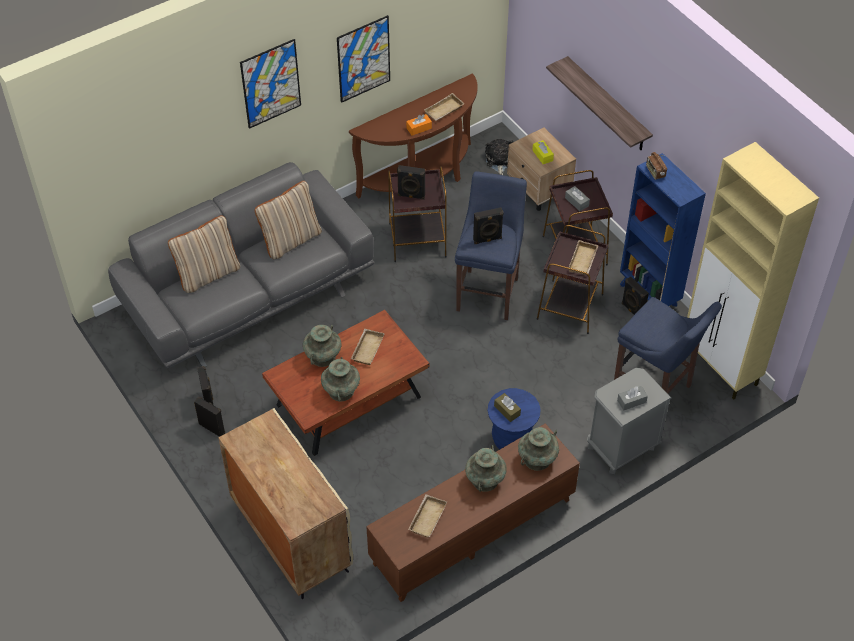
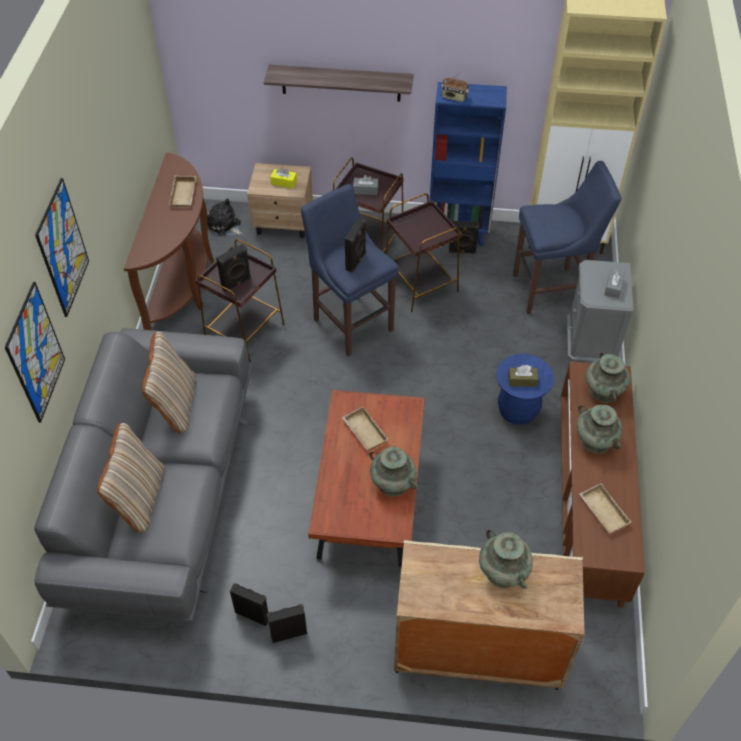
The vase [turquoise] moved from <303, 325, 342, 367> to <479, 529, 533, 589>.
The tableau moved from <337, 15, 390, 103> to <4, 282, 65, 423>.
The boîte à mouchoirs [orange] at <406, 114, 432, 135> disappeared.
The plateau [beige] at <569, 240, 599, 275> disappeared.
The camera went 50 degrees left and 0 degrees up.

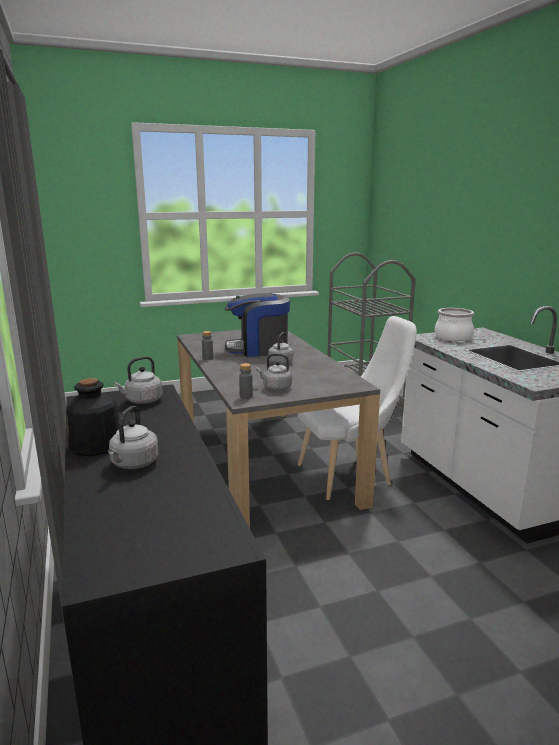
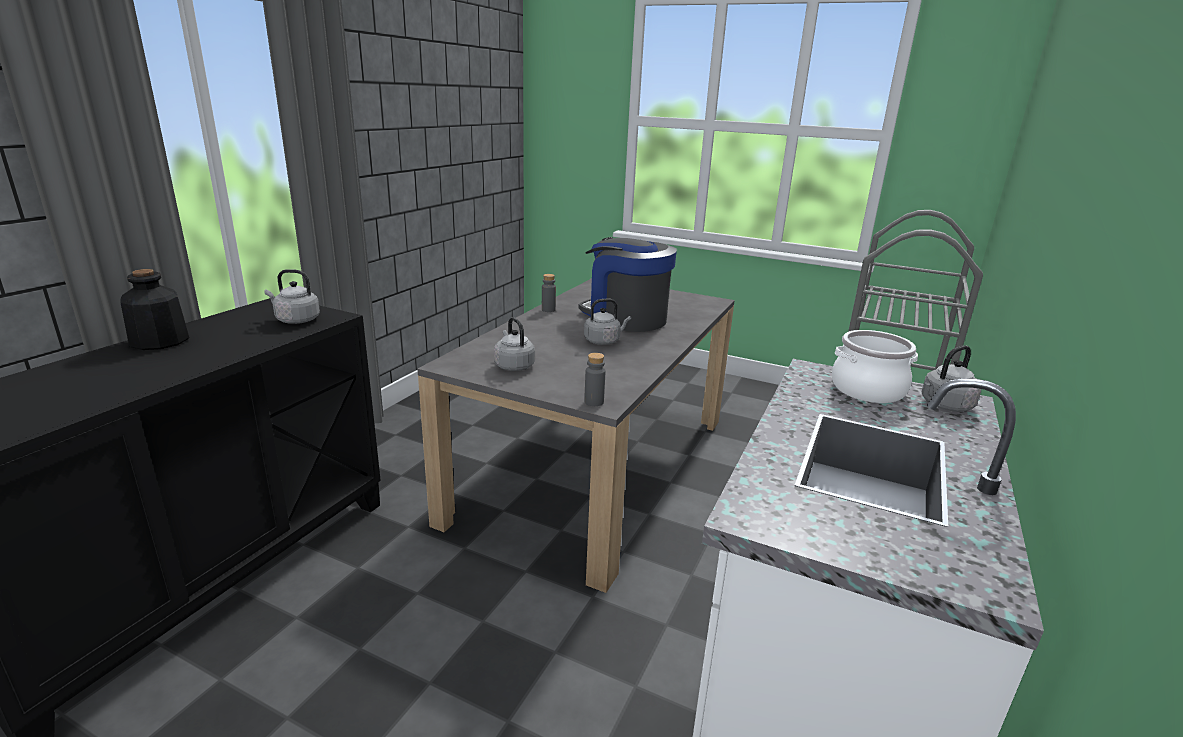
The bouilloire [gris] moved from <108, 405, 159, 469> to <922, 345, 981, 412>.
The bouteille [gris] moved from <239, 363, 253, 399> to <584, 353, 605, 406>.
The chaise [blanc] at <298, 316, 417, 500> disappeared.
The camera went 45 degrees right and 5 degrees up.

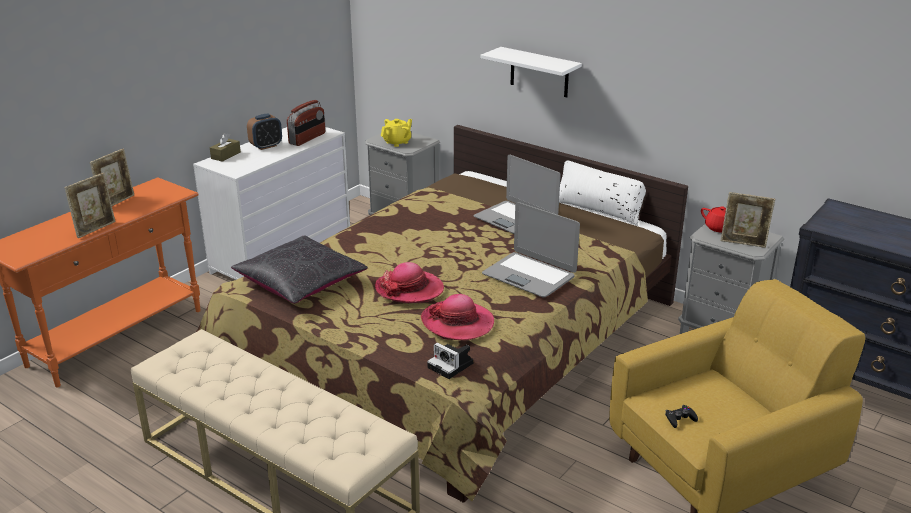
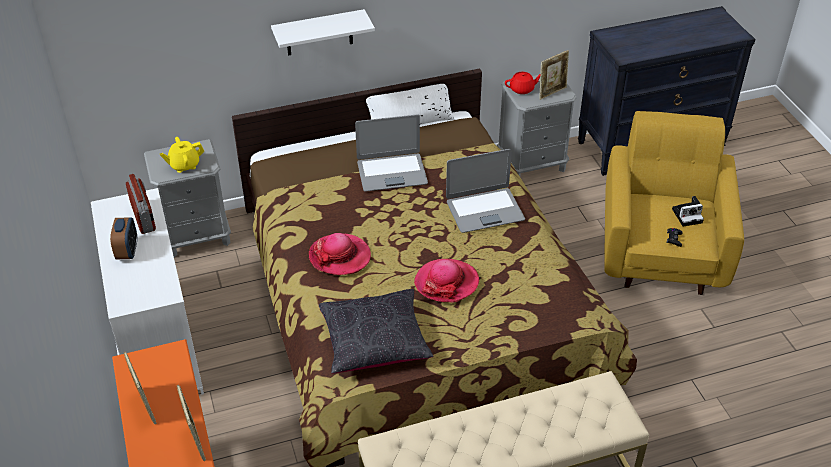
The boîte à mouchoirs [marron] at <210, 133, 241, 162> disappeared.
The théière [jaune] at <381, 119, 412, 147> turned 105 degrees counterclockwise.
The chapeau moved from <421, 294, 494, 340> to <309, 233, 371, 275>.
The appareil photo moved from <427, 342, 474, 379> to <672, 196, 704, 227>.
The camera went 55 degrees left and 15 degrees up.

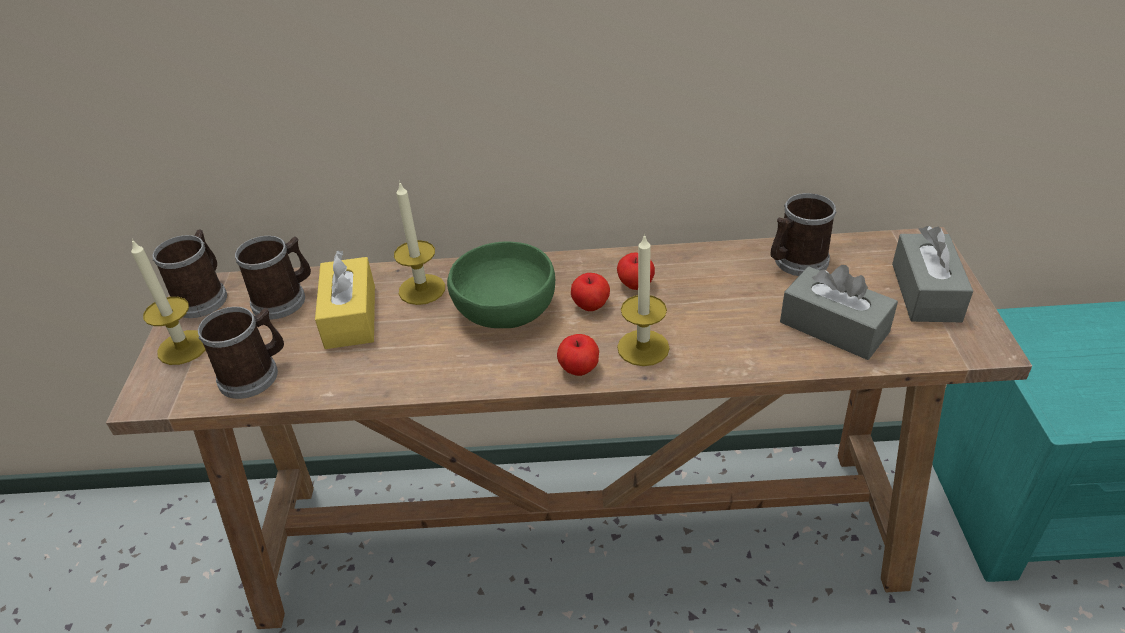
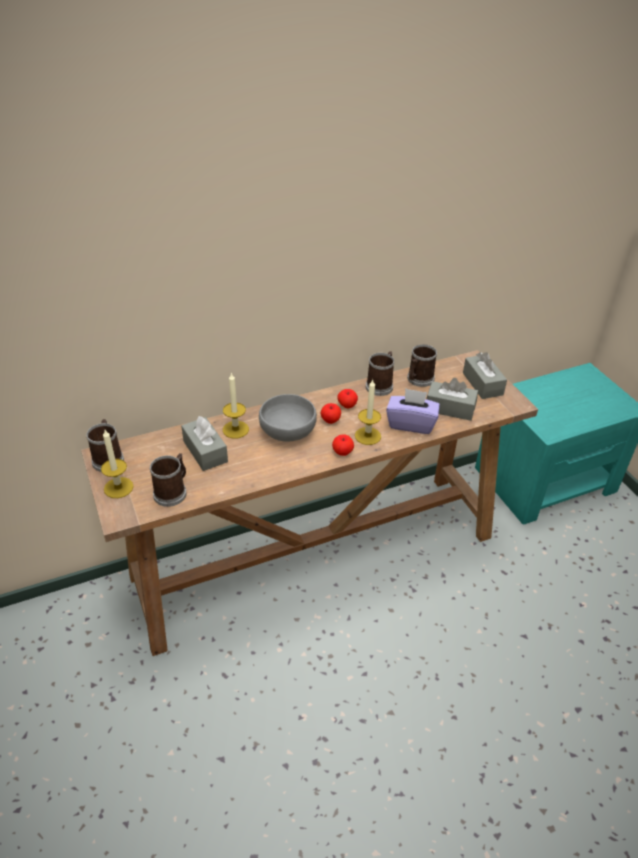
The mug moved from <235, 236, 311, 319> to <366, 351, 394, 396>.
The boîte à mouchoirs [jaune] at <315, 250, 375, 349> became the boîte à mouchoirs [gris] at <181, 416, 228, 471>.
The bol [vert] at <447, 242, 555, 328> became the bol [gris] at <259, 394, 317, 442>.
The boîte à mouchoirs [violet] at <386, 388, 440, 434> appeared.
The camera went 25 degrees left and 0 degrees up.

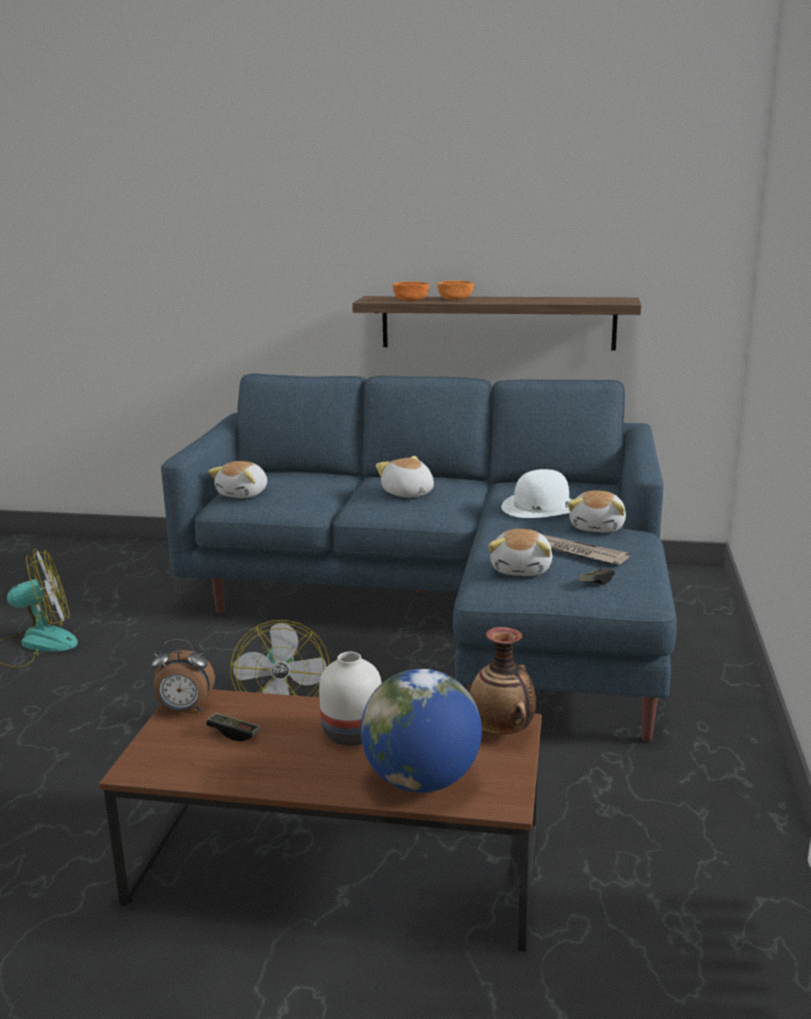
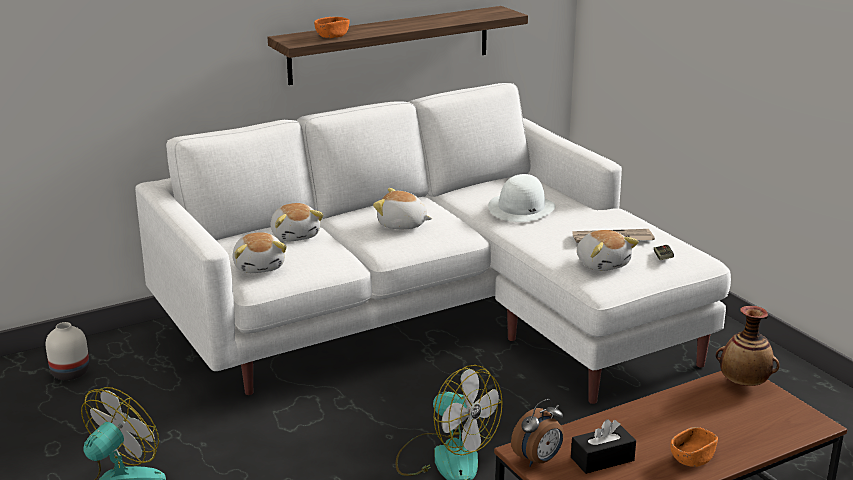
The canapé [bleu] at <161, 374, 677, 741> became the canapé [blanc] at <135, 83, 731, 404>.
The manette at <206, 713, 261, 742> was replaced by the boîte à mouchoirs [noir] at <571, 419, 636, 474>.
The vase [blanc] moved from <319, 652, 382, 746> to <45, 322, 89, 380>.
The globe at <361, 669, 482, 793> disappeared.
The bol [orange] moved from <437, 280, 474, 300> to <671, 427, 718, 467>.
The peluche moved from <568, 490, 626, 533> to <270, 203, 323, 241>.
The camera went 40 degrees left and 5 degrees up.

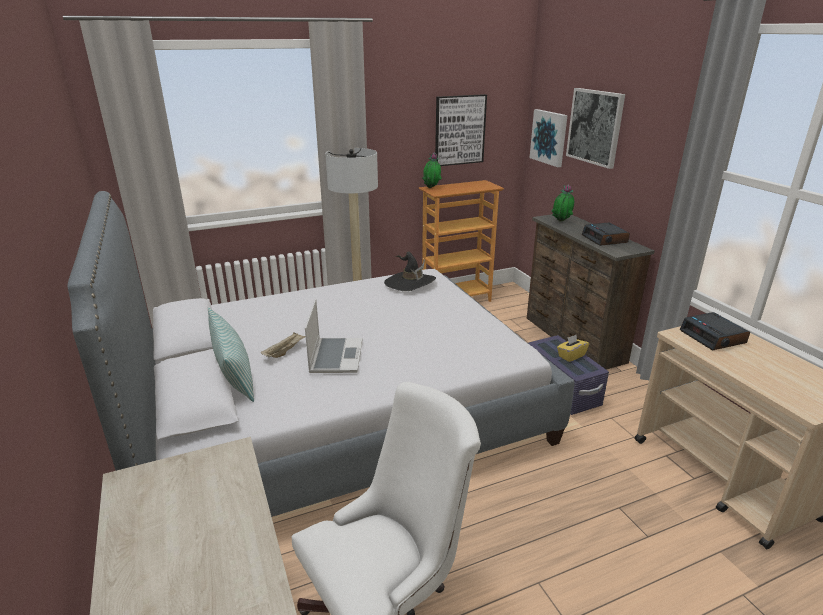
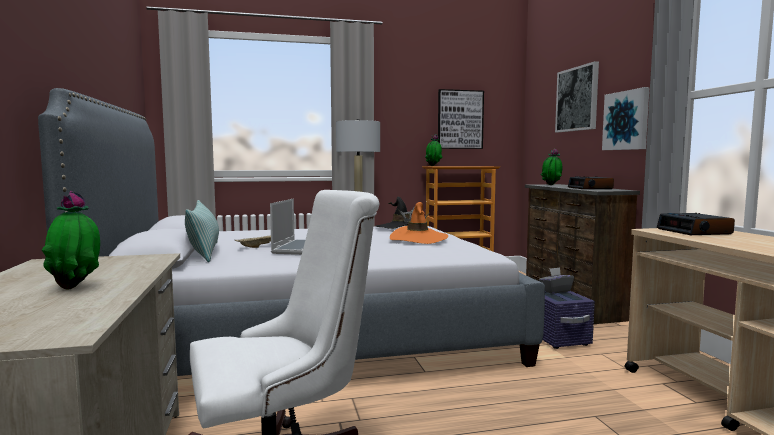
The tableau moved from <530, 109, 568, 167> to <602, 87, 650, 150>.
The boîte à mouchoirs [jaune] at <557, 334, 589, 362> became the boîte à mouchoirs [gris] at <539, 267, 574, 294>.
The plante en pot at <42, 191, 100, 289> appeared.
The chapeau [orange] at <390, 202, 448, 244> appeared.
The camera went 10 degrees right and 20 degrees down.

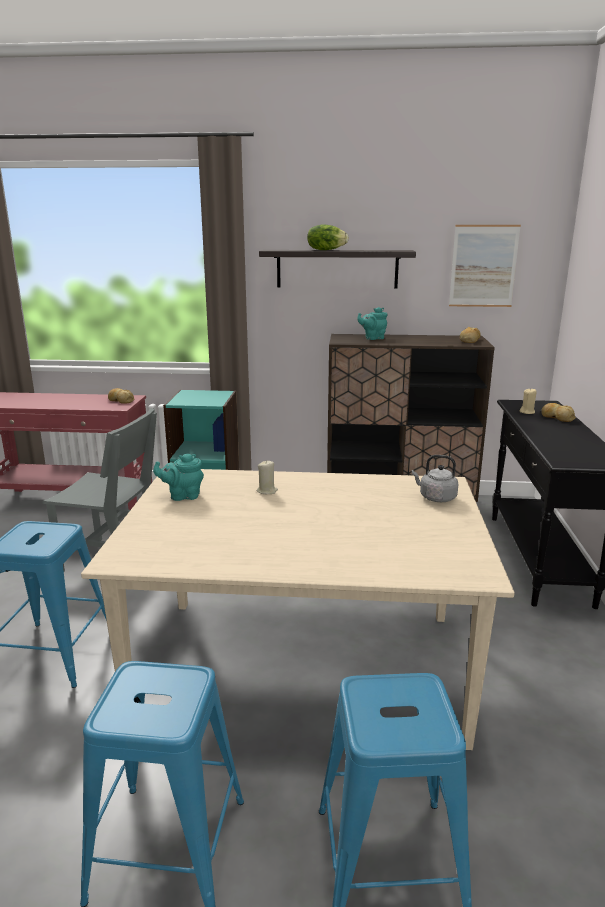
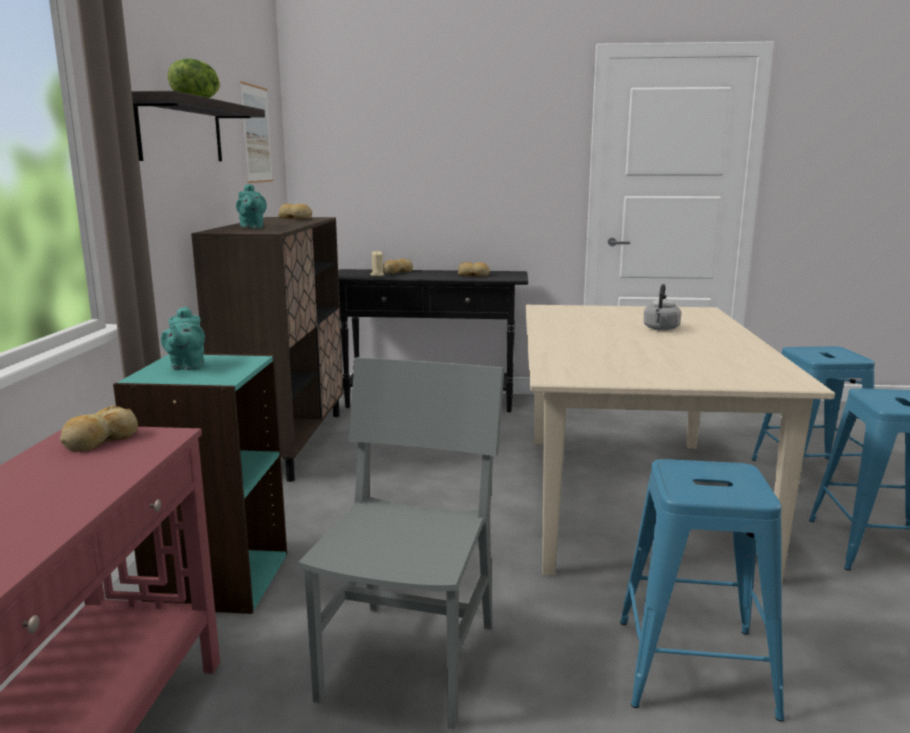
The théière [turquoise] moved from <153, 454, 204, 501> to <161, 306, 205, 370>.
The bougie [beige] at <257, 460, 278, 494> disappeared.
The bouilloire [gris] moved from <412, 455, 458, 502> to <643, 284, 681, 331>.
The pain at <458, 262, 490, 277> appeared.
The camera went 90 degrees left and 5 degrees down.

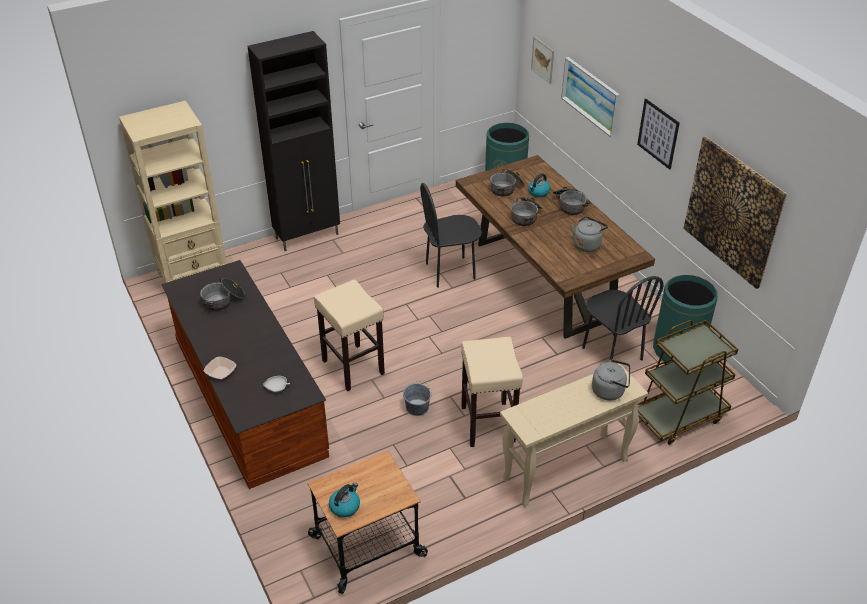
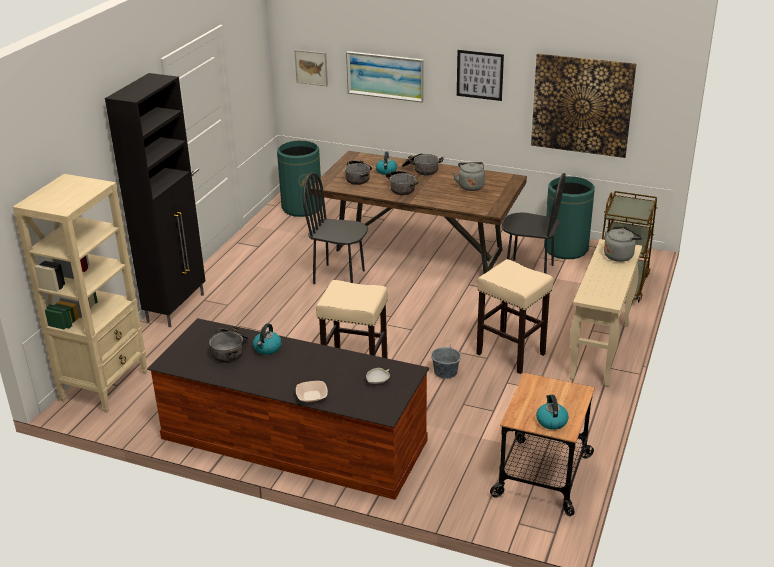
The chaise [noir] at <420, 183, 482, 288> turned 75 degrees clockwise.
The bouilloire at <253, 323, 282, 355> appeared.
The camera went 40 degrees left and 10 degrees down.

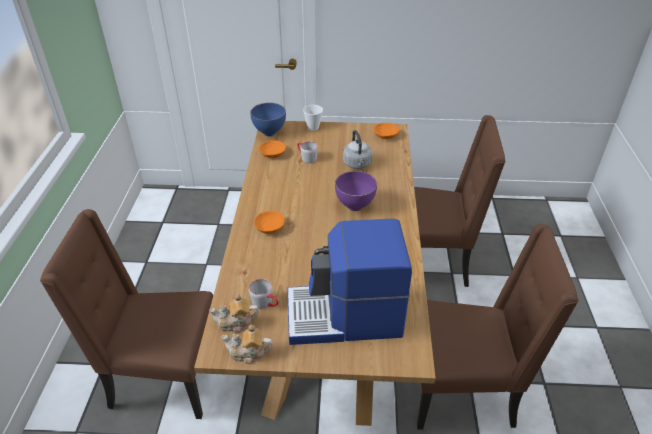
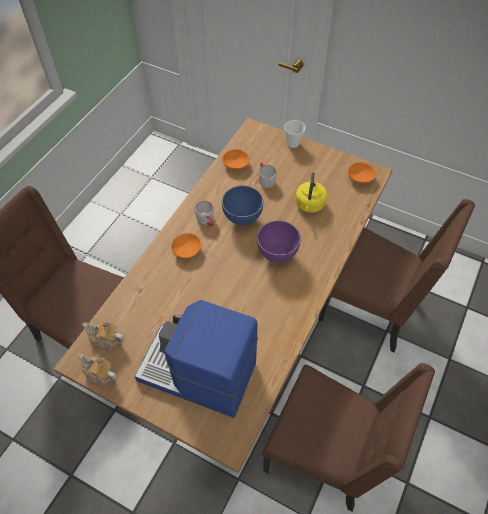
The mug [gris] moved from <249, 279, 278, 309> to <194, 201, 214, 226>.
The bol [bleu] moved from <250, 103, 286, 136> to <222, 186, 263, 225>.
The bouilloire [gris] at <343, 130, 372, 169> became the bouilloire [jaune] at <295, 172, 327, 213>.
The camera went 25 degrees right and 15 degrees up.

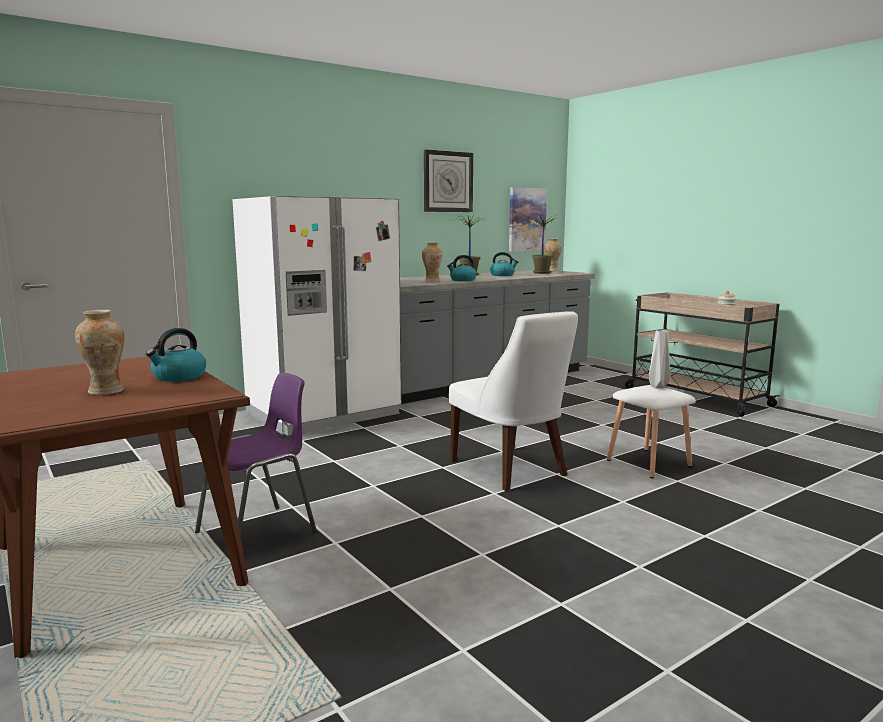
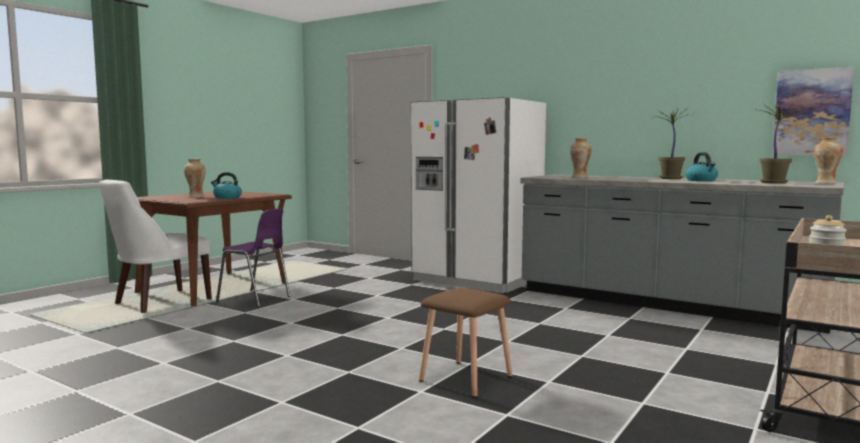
The horloge murale at <424, 149, 473, 212> disappeared.
The bouilloire at <447, 255, 477, 281> disappeared.
The chaise [blanc] moved from <448, 311, 578, 491> to <99, 180, 212, 313>.
The tabouret [blanc] at <607, 385, 696, 478> became the tabouret [marron] at <419, 288, 513, 398>.
The vase [gris] at <648, 330, 670, 389> disappeared.
The camera went 70 degrees right and 5 degrees down.

